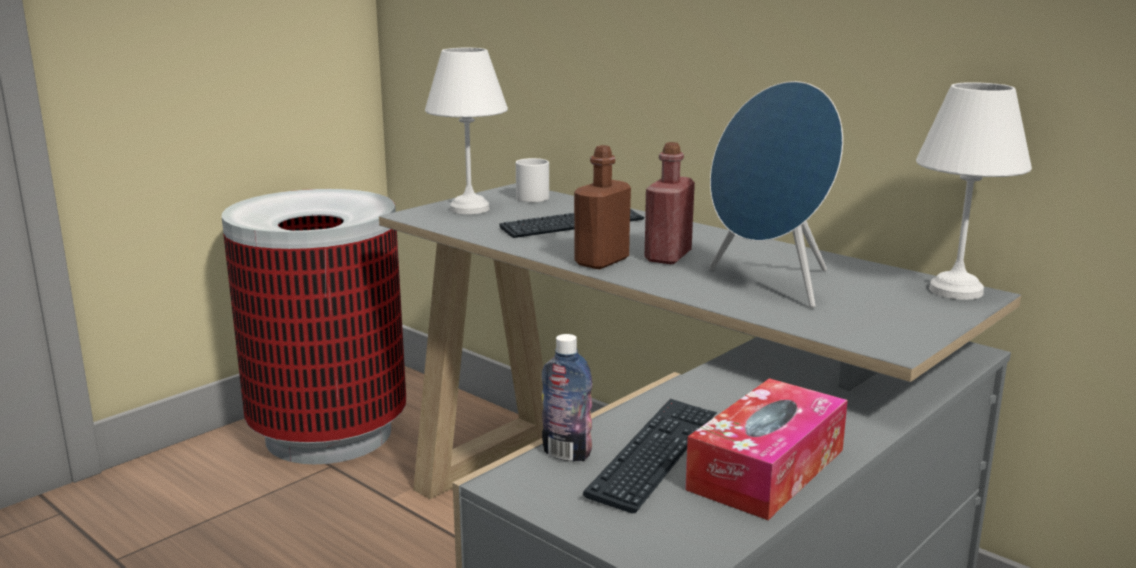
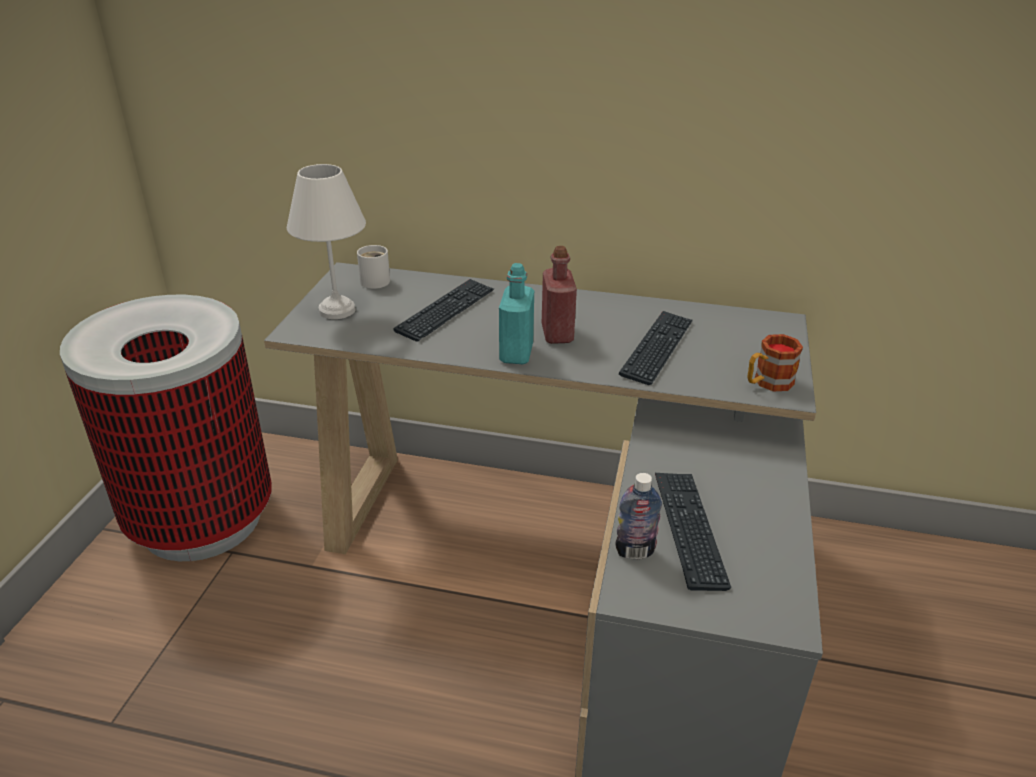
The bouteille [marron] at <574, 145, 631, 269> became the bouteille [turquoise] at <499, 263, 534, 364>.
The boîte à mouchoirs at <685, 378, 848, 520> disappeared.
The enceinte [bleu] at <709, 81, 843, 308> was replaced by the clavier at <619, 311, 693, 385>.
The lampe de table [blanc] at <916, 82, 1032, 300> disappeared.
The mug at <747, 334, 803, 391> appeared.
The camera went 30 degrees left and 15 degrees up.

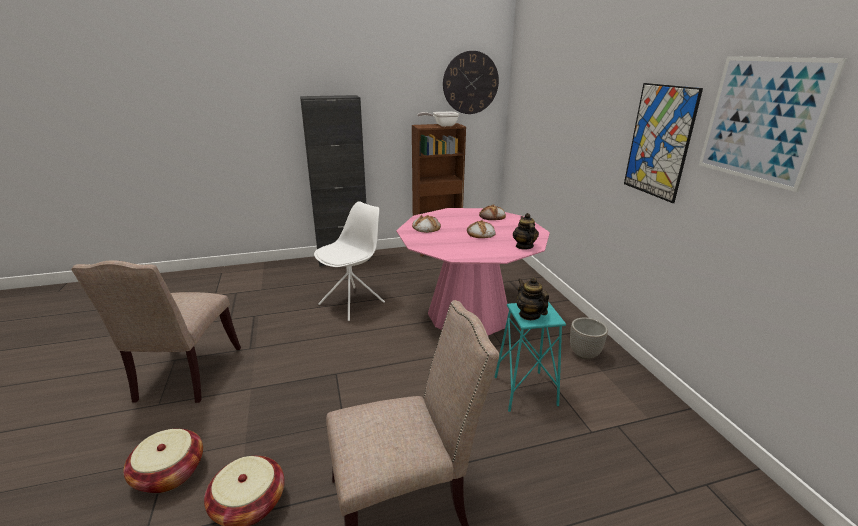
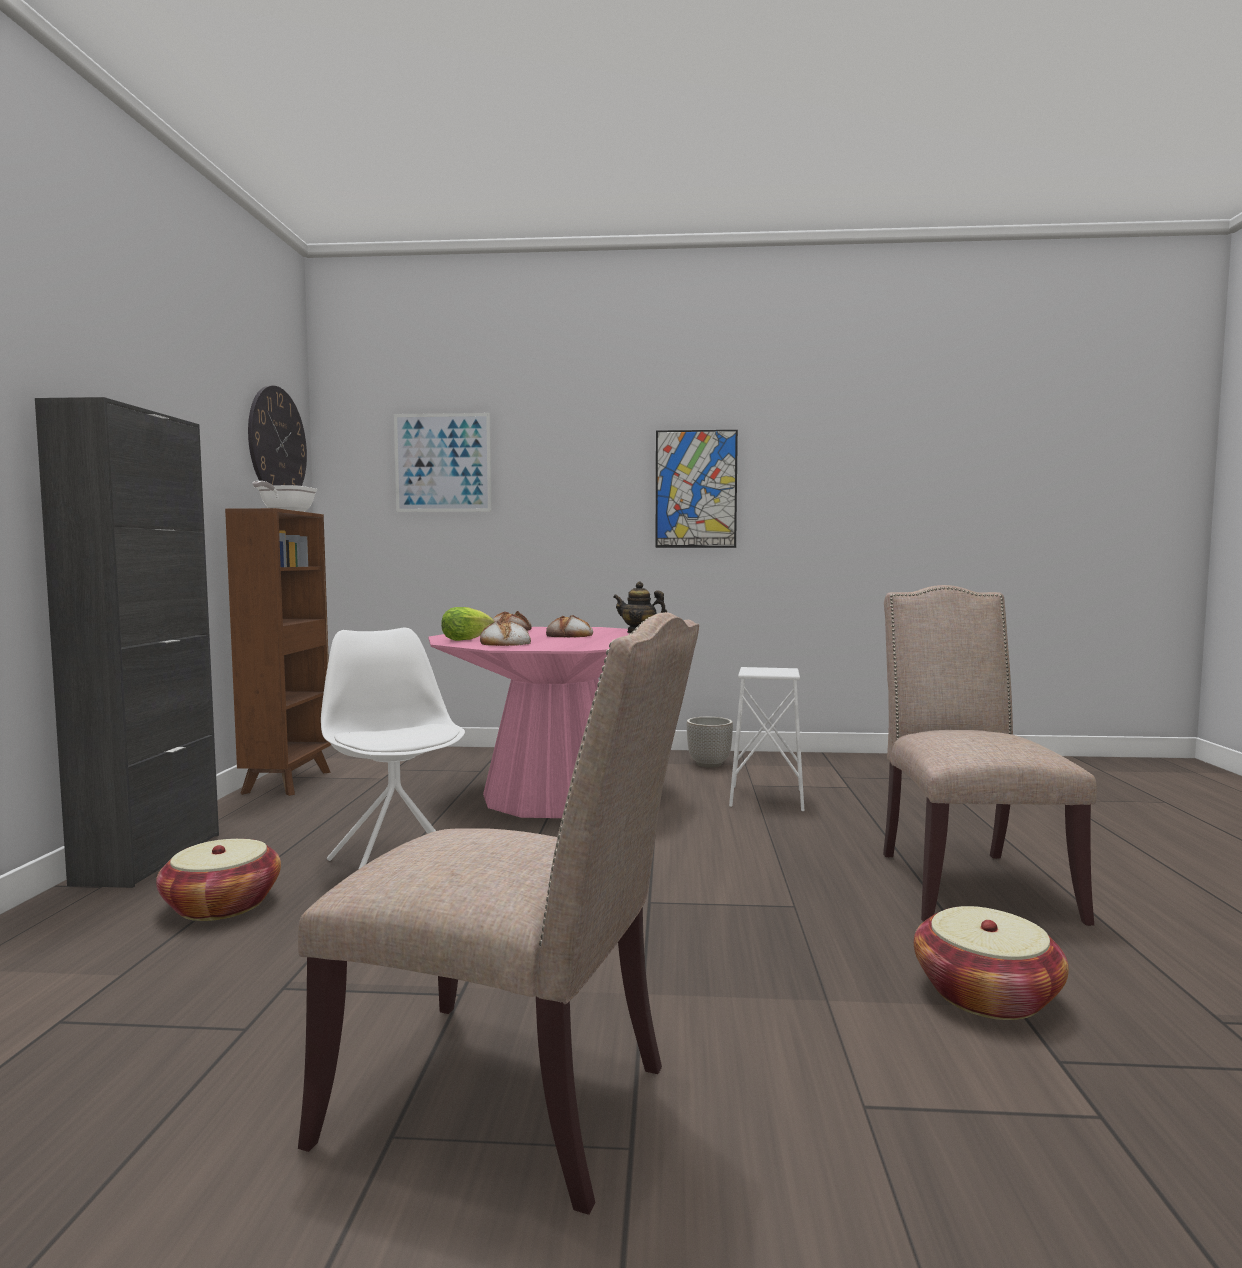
The panier moved from <123, 429, 203, 493> to <156, 839, 281, 921>.
The tabouret [turquoise] at <495, 301, 566, 412> became the tabouret [blanc] at <729, 667, 804, 811>.
The théière at <516, 277, 549, 320> disappeared.
The tableau moved from <699, 56, 847, 192> to <394, 413, 492, 512>.
The laitue at <441, 607, 494, 641> appeared.
The camera went 70 degrees left and 20 degrees down.

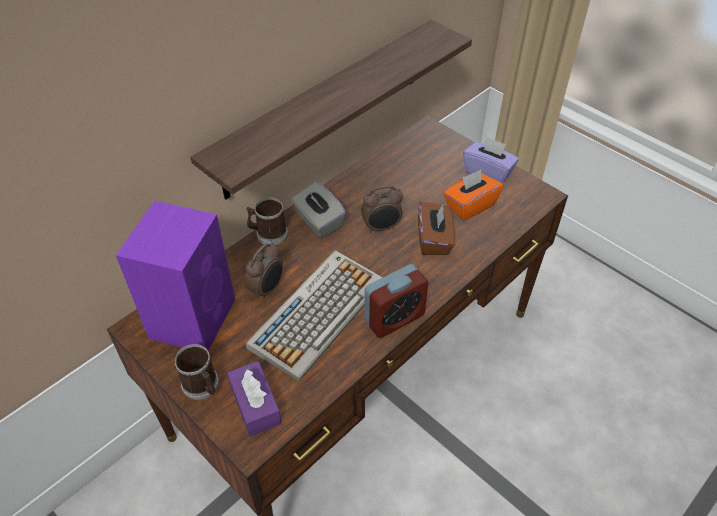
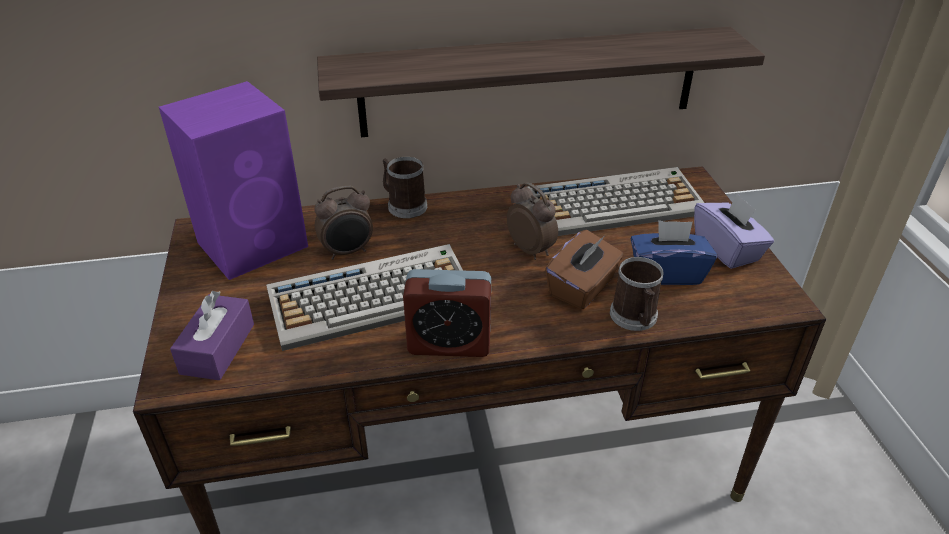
The mug moved from <174, 344, 219, 400> to <610, 257, 664, 331>.
The boîte à mouchoirs [gris] at <291, 182, 346, 238> disappeared.
The réveil at <361, 185, 403, 233> turned 150 degrees counterclockwise.
The boîte à mouchoirs [orange] at <444, 170, 503, 220> became the boîte à mouchoirs [bleu] at <630, 220, 717, 285>.
The clavier at <527, 167, 704, 236> appeared.
The camera went 35 degrees right and 10 degrees down.

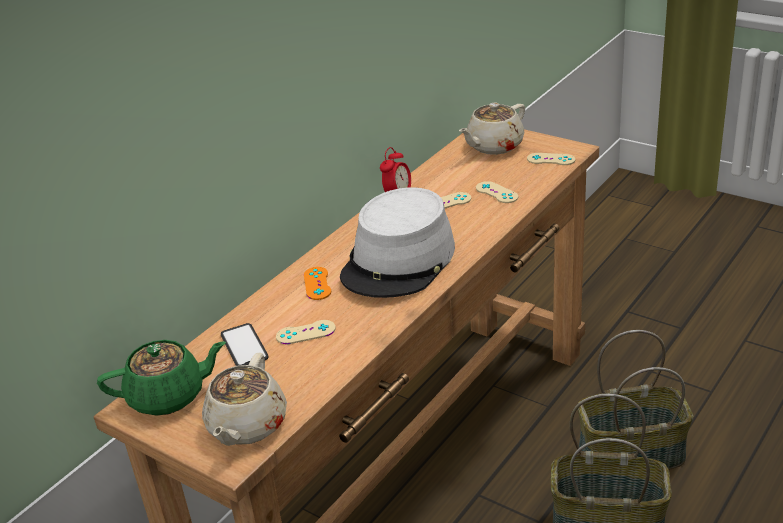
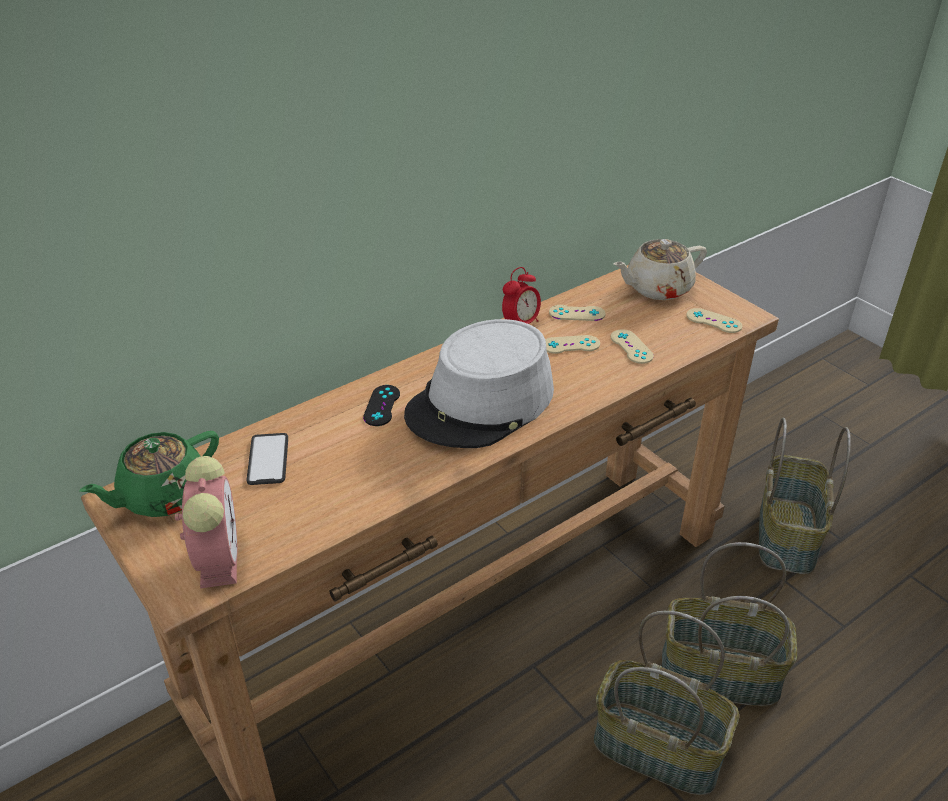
The théière [vert] at <97, 340, 226, 416> turned 135 degrees clockwise.
The théière [beige] at <202, 352, 287, 446> was replaced by the réveil at <175, 456, 237, 588>.
The manette [beige] moved from <276, 320, 336, 344> to <549, 305, 606, 321>.
The manette [orange] at <304, 267, 331, 300> became the manette [noir] at <363, 385, 400, 426>.
The panier at <759, 418, 851, 574> appeared.
The camera went 15 degrees right and 5 degrees up.

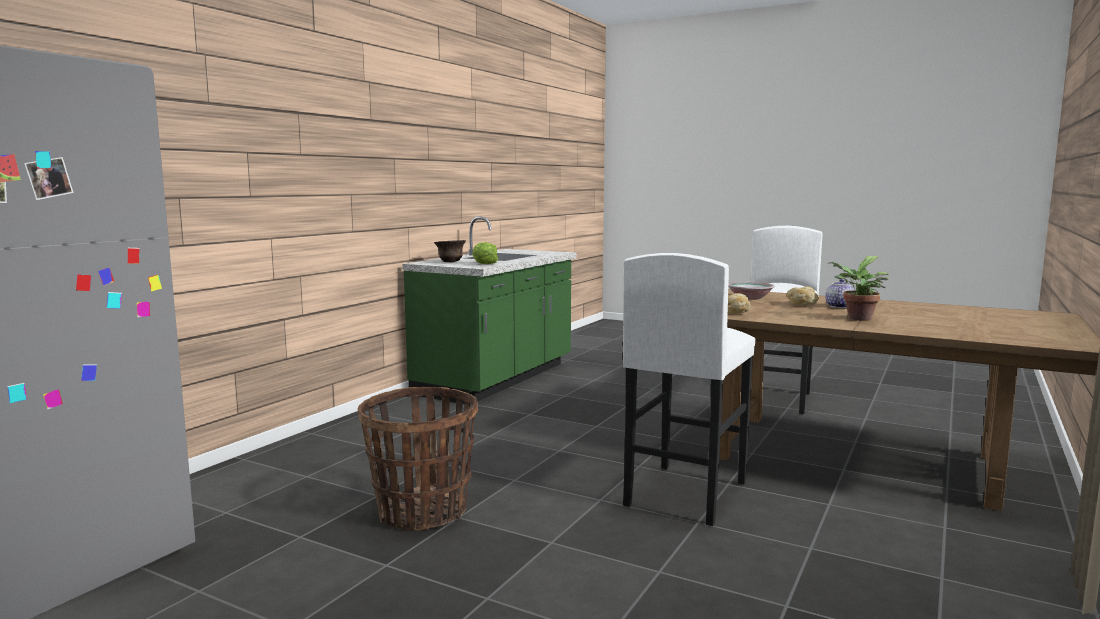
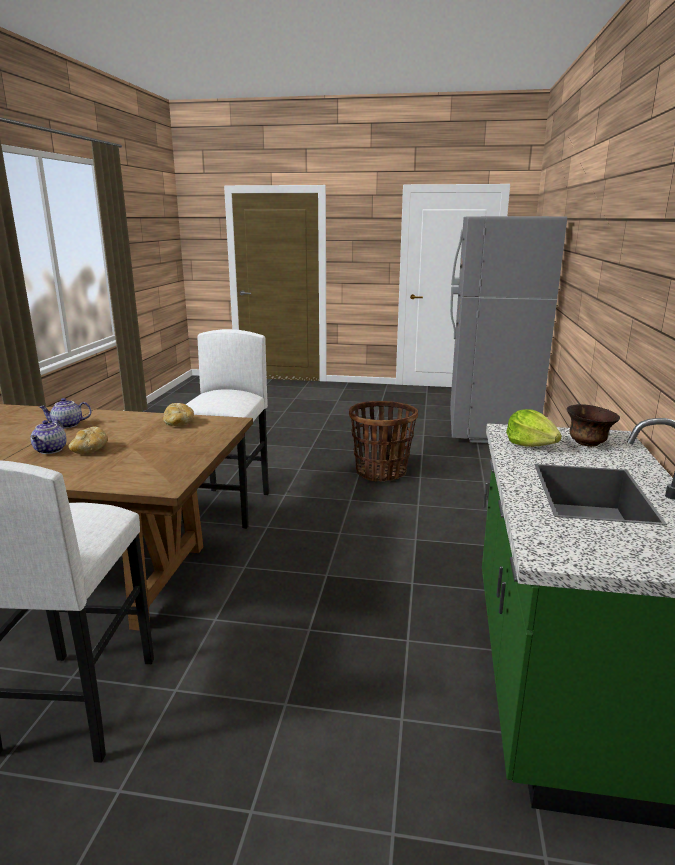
The bol at <728, 282, 775, 300> disappeared.
The plante en pot at <827, 256, 889, 321> was replaced by the théière at <39, 398, 91, 429>.
The camera went 160 degrees right and 10 degrees up.

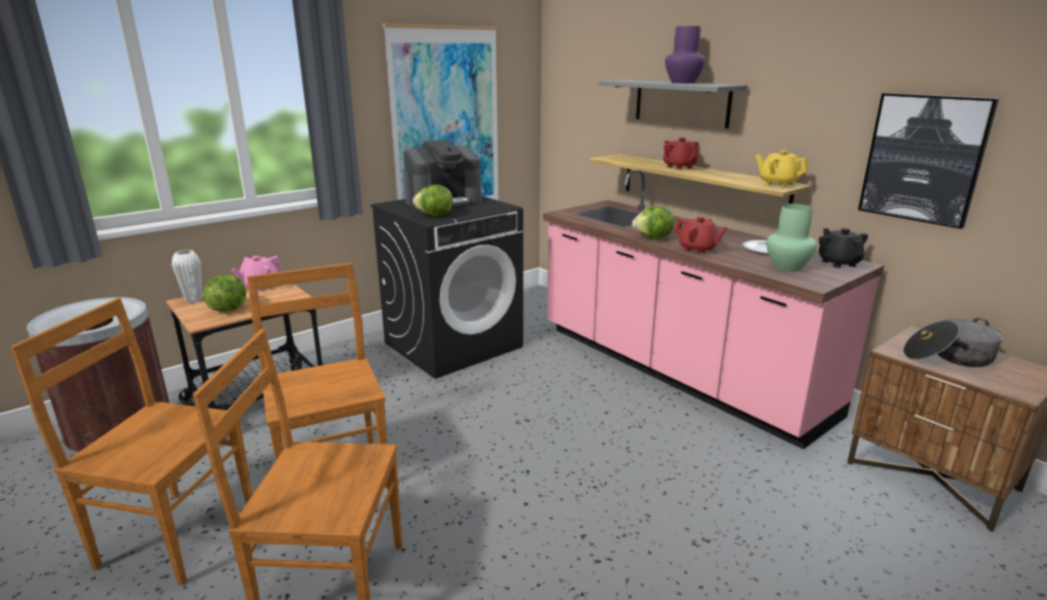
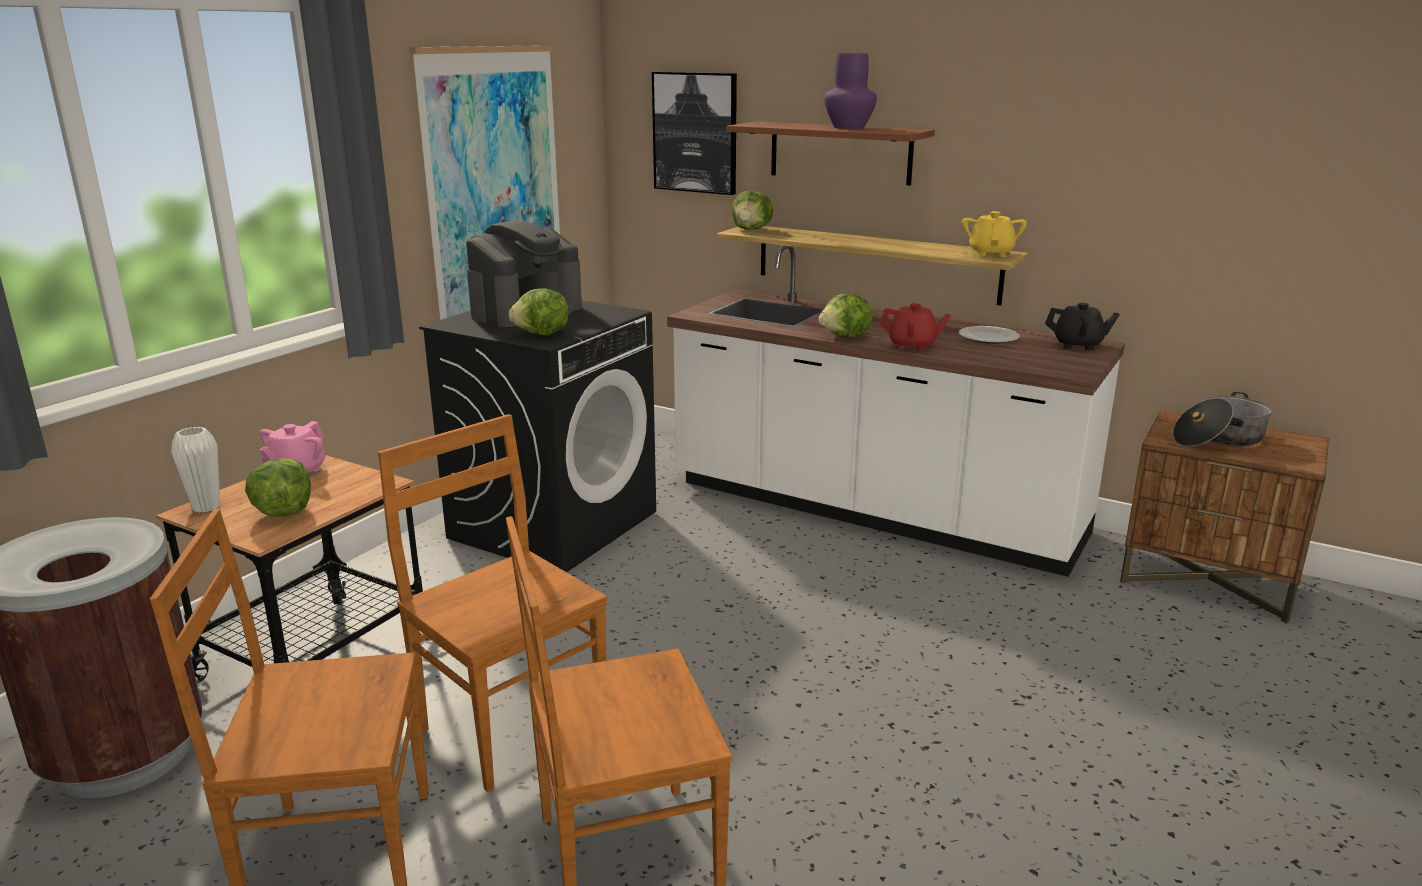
The comptoir de cuisine [rose] at <543, 170, 884, 449> became the comptoir de cuisine [blanc] at <667, 246, 1125, 577>.
The étagère [gris] at <598, 80, 748, 129> became the étagère [marron] at <726, 121, 935, 186>.
The théière [rouge] at <663, 137, 699, 170> disappeared.
The théière [jaune] at <756, 150, 808, 187> turned 75 degrees clockwise.
The vase [vert] at <766, 204, 817, 272> disappeared.
The théière [noir] at <819, 228, 868, 268> turned 135 degrees clockwise.
The tableau moved from <858, 93, 999, 229> to <652, 72, 737, 195>.
The laitue at <732, 190, 773, 230> appeared.
The camera went 20 degrees left and 0 degrees up.

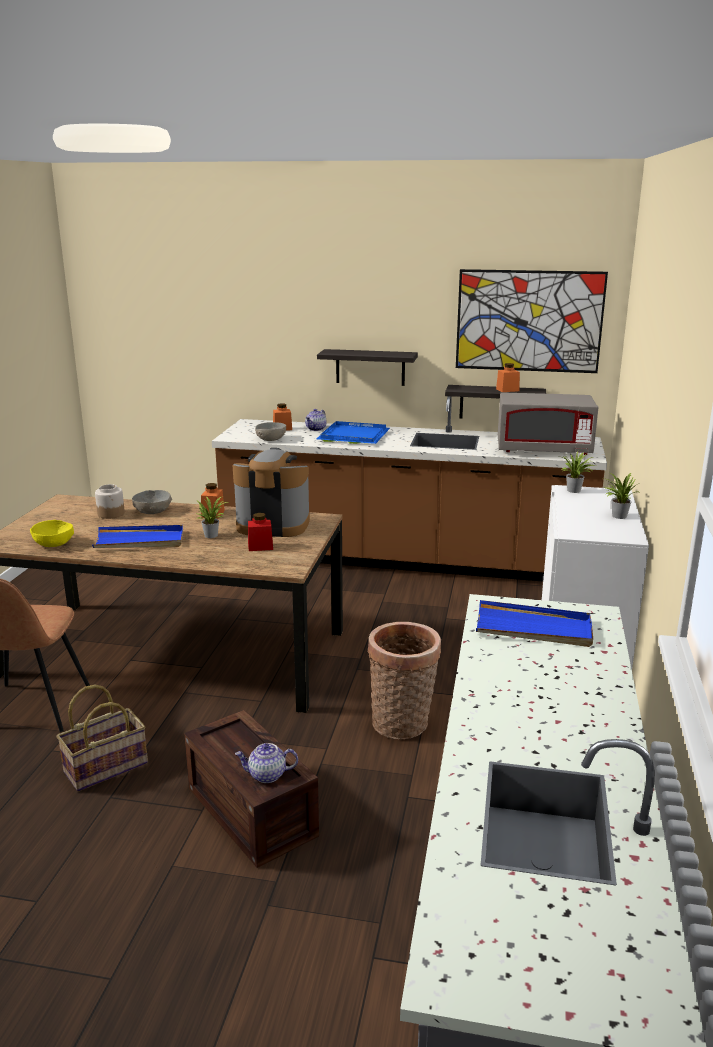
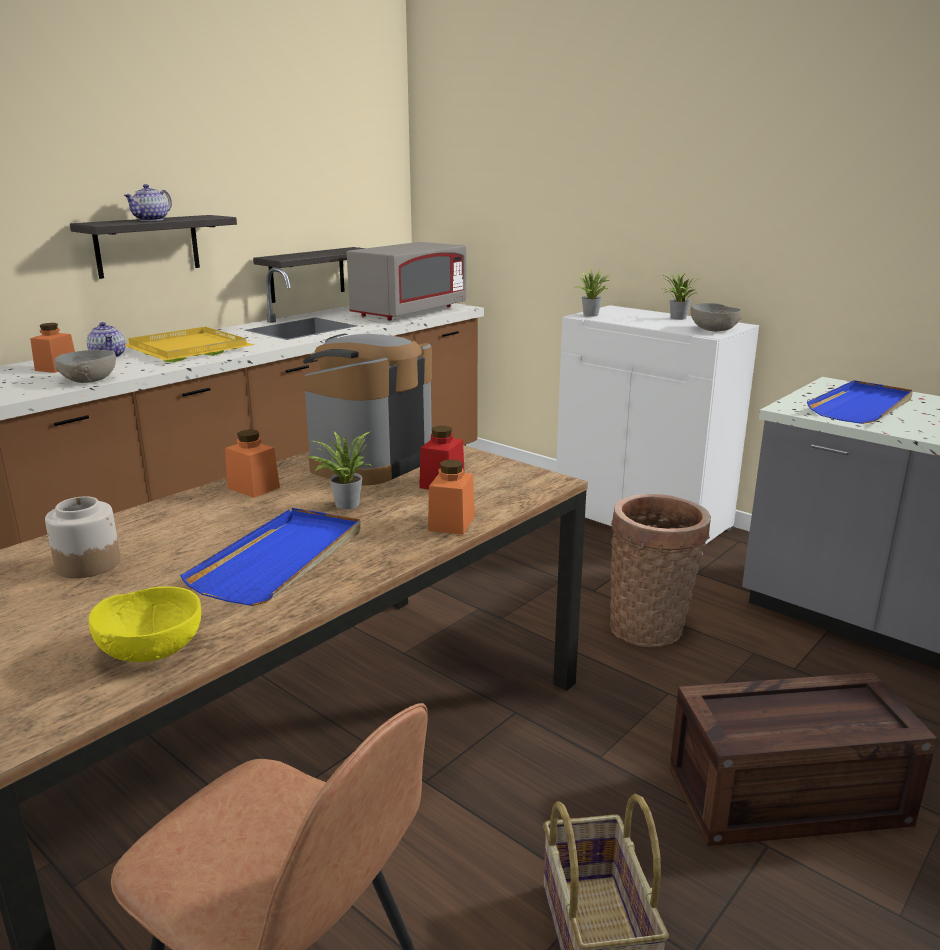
The bol [gris] moved from <132, 490, 172, 514> to <690, 303, 742, 332>.
The théière moved from <235, 743, 298, 783> to <123, 184, 172, 221>.
The plateau [bleu] at <317, 421, 390, 444> became the plateau [jaune] at <126, 327, 254, 362>.
The tableau at <456, 269, 608, 373> disappeared.
The bocal [orange] moved from <496, 363, 520, 392> to <428, 459, 475, 535>.
The camera went 60 degrees left and 0 degrees up.

